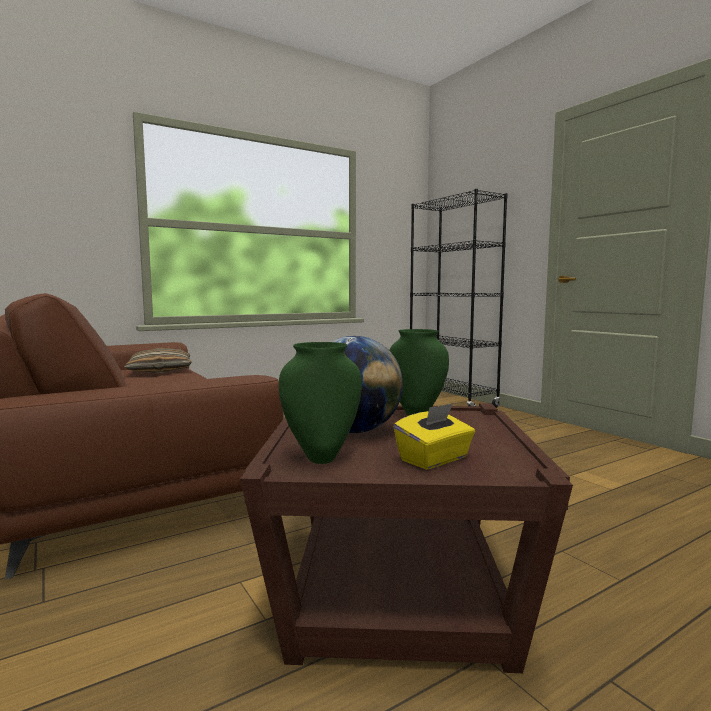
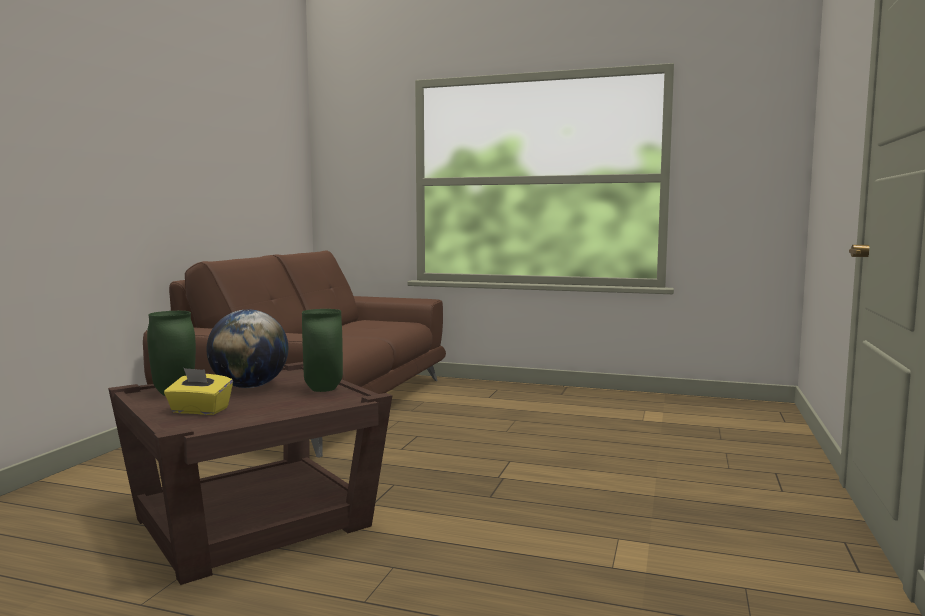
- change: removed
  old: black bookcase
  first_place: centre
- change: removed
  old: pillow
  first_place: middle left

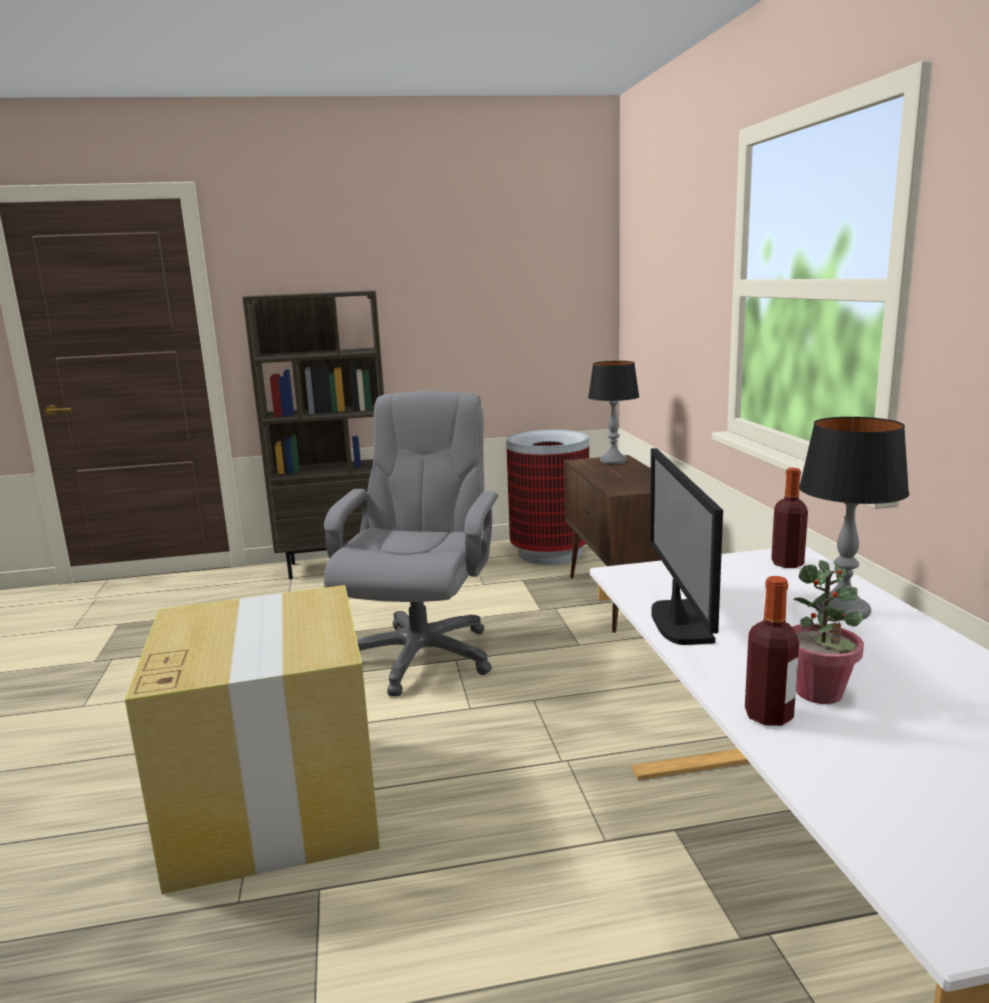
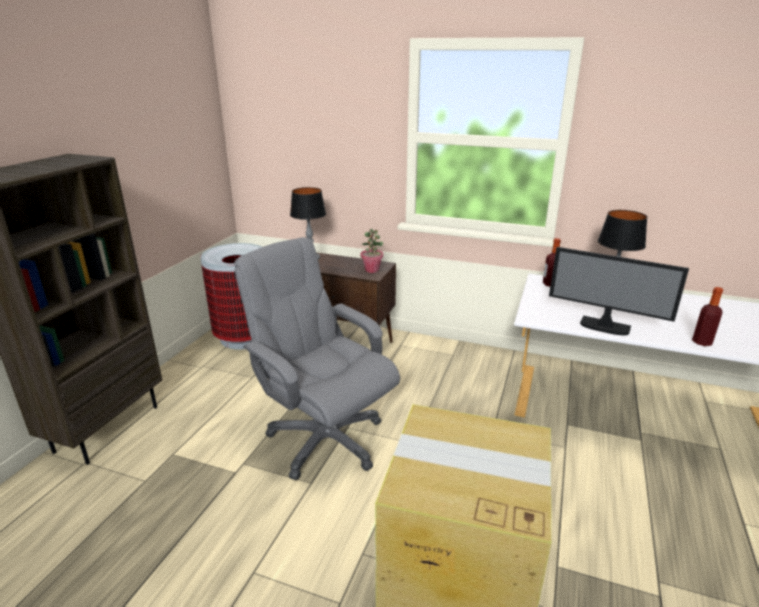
- change: moved
  old: potted plant
  first_place: middle right
  second_place: centre

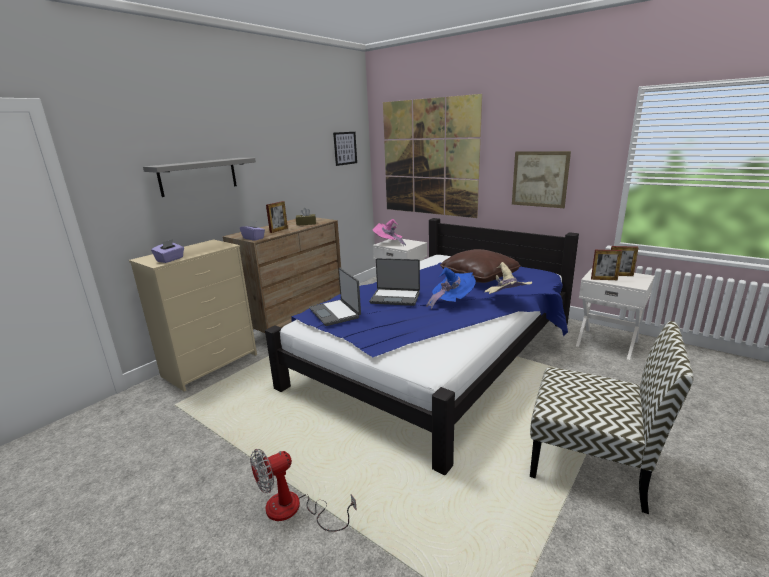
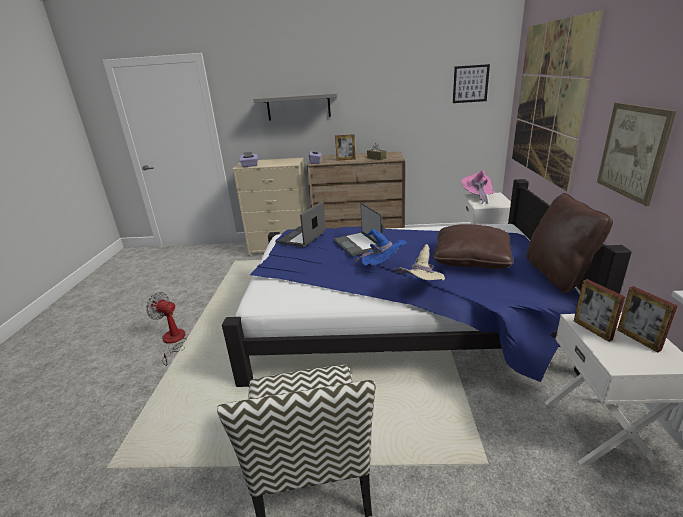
- change: added
  new: brown pillow (2nd from left)
  second_place: middle right

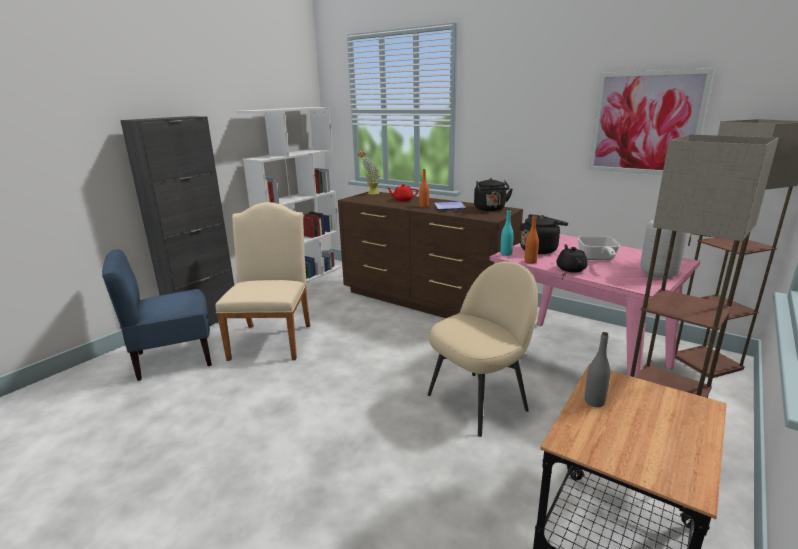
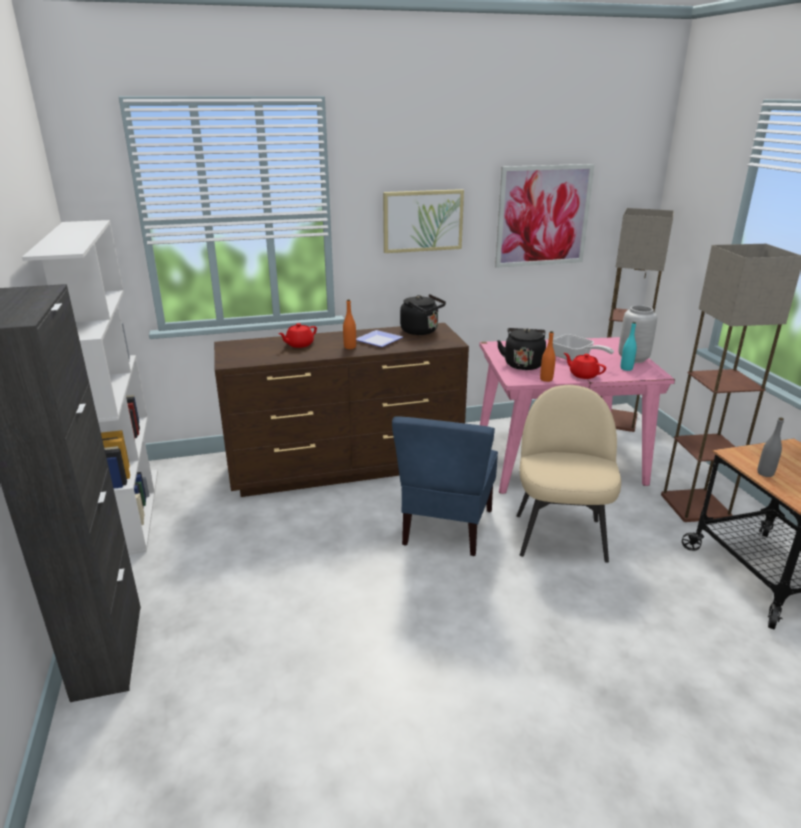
- change: removed
  old: potted plant
  first_place: top centre
- change: removed
  old: beige chair (1st from left)
  first_place: middle left
- change: moved
  old: turquoise bottle
  first_place: centre
  second_place: middle right
- change: recoloured
  old: black teapot
  new: red teapot (2nd from left)
  first_place: middle right
  second_place: middle right
- change: moved
  old: blue chair
  first_place: middle left
  second_place: centre
- change: added
  new: picture (1st from left)
  second_place: top centre

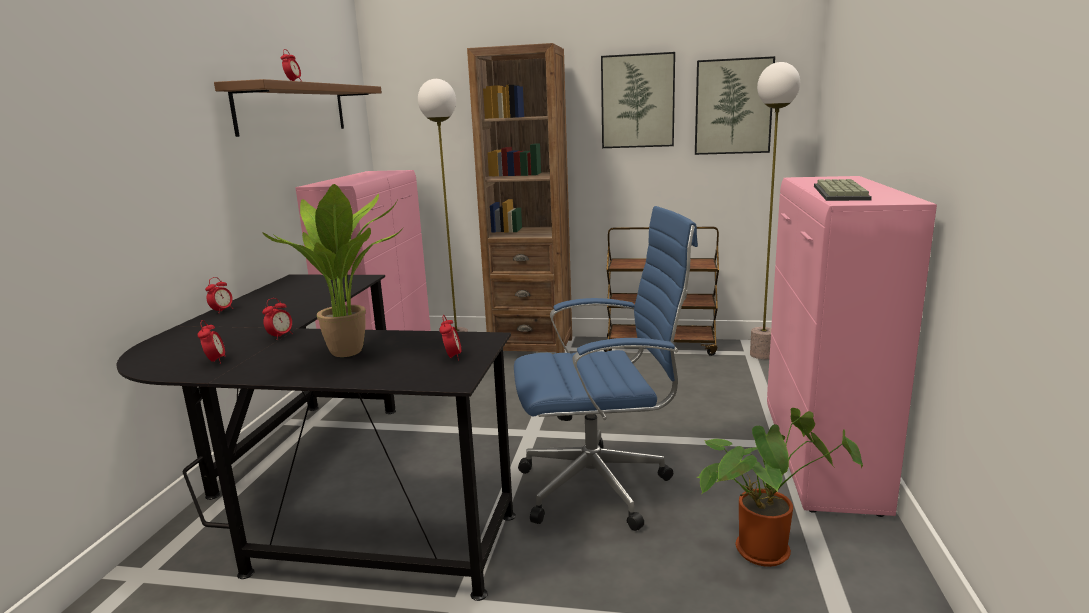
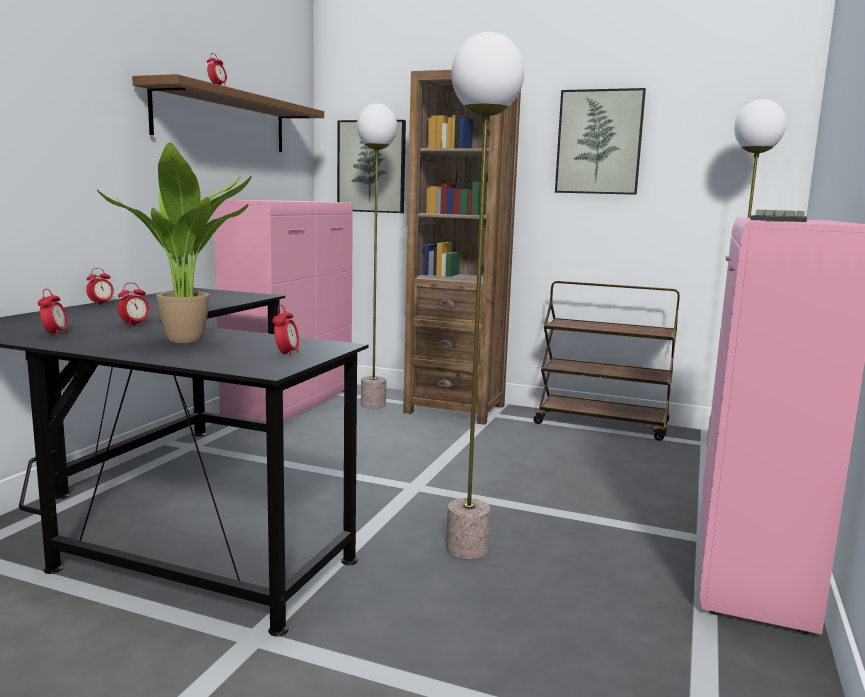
- change: moved
  old: picture (2nd from left in the first image)
  new: picture (1st from left)
  first_place: top right
  second_place: top centre
- change: replaced
  old: blue office chair
  new: floor lamp (2nd from left)
  first_place: centre
  second_place: centre
- change: removed
  old: potted plant (2nd from left)
  first_place: bottom right

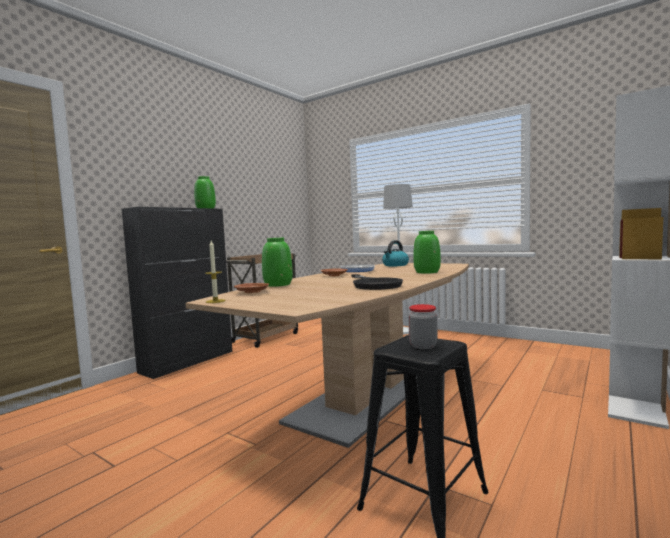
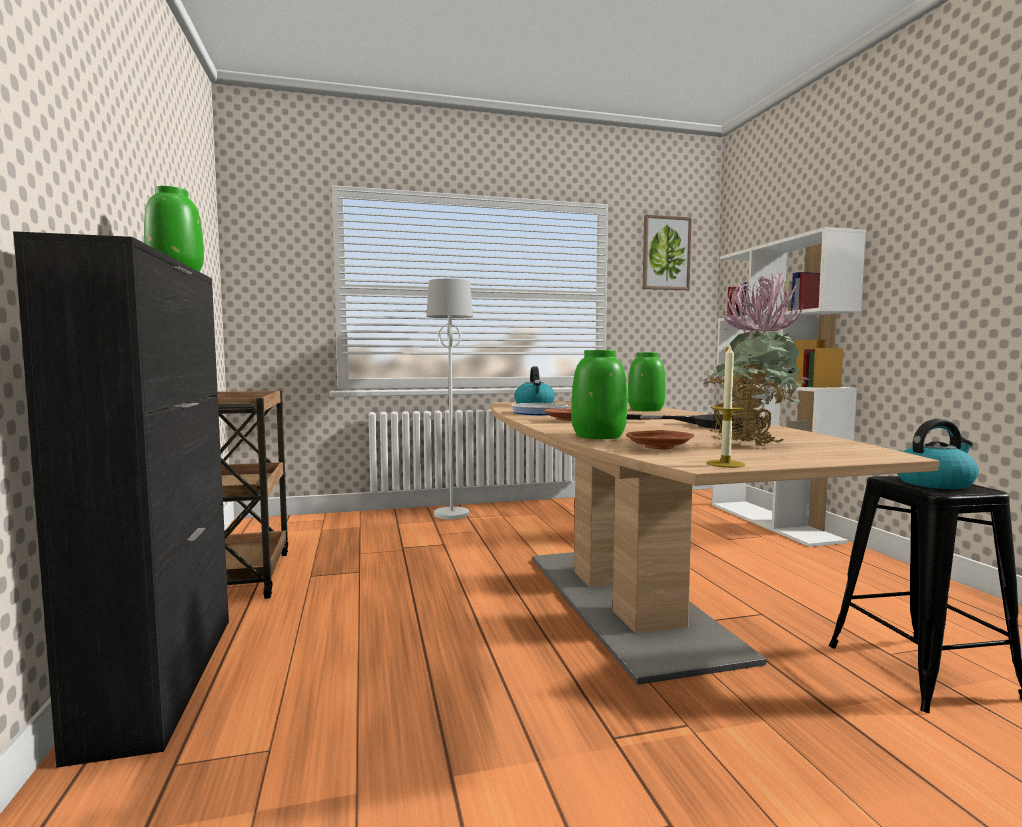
- change: replaced
  old: jar
  new: kettle (2nd from left)
  first_place: centre
  second_place: middle right
- change: added
  new: picture
  second_place: top centre
- change: added
  new: potted plant
  second_place: middle right

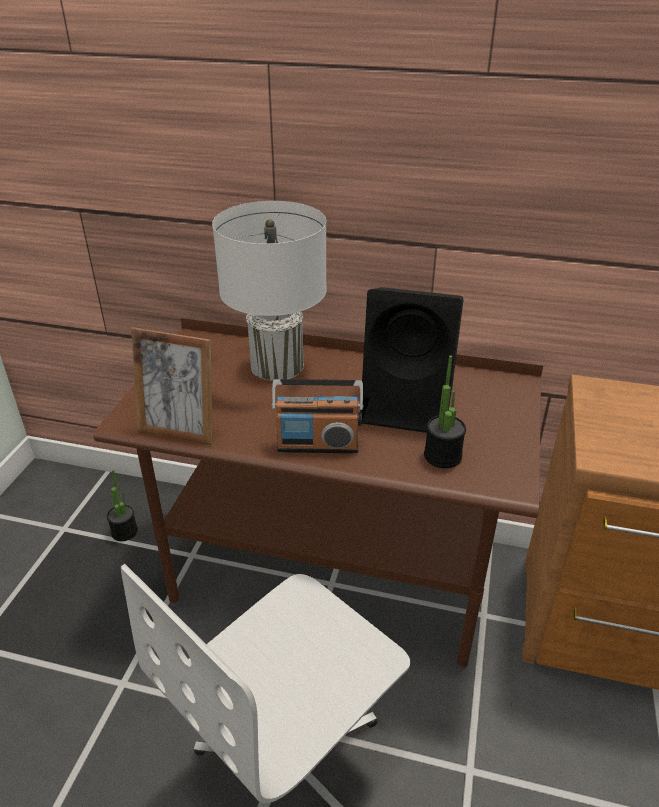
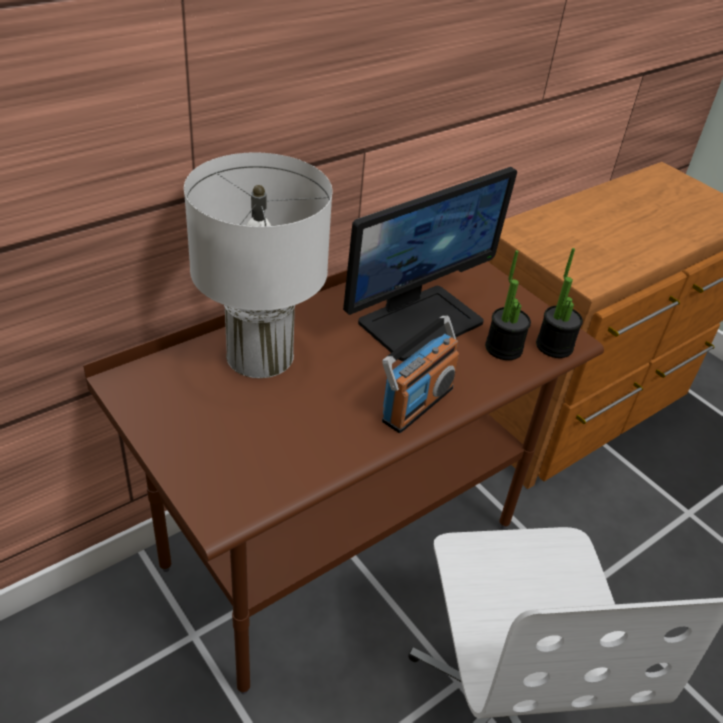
- change: replaced
  old: black speaker
  new: monitor
  first_place: centre
  second_place: centre
- change: removed
  old: picture frame
  first_place: middle left
- change: moved
  old: potted plant (1st from left in the first image)
  new: potted plant (2nd from left)
  first_place: middle left
  second_place: middle right

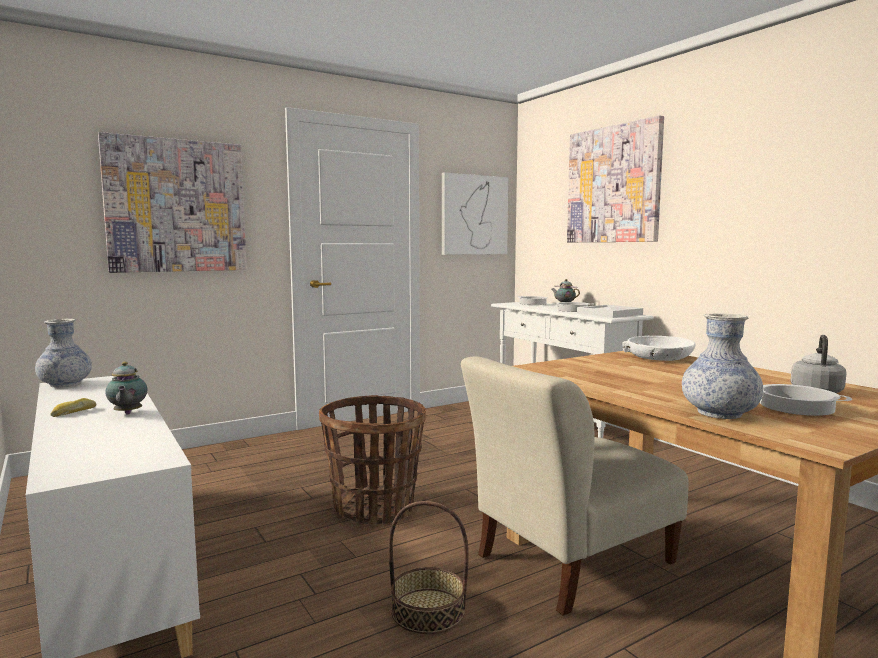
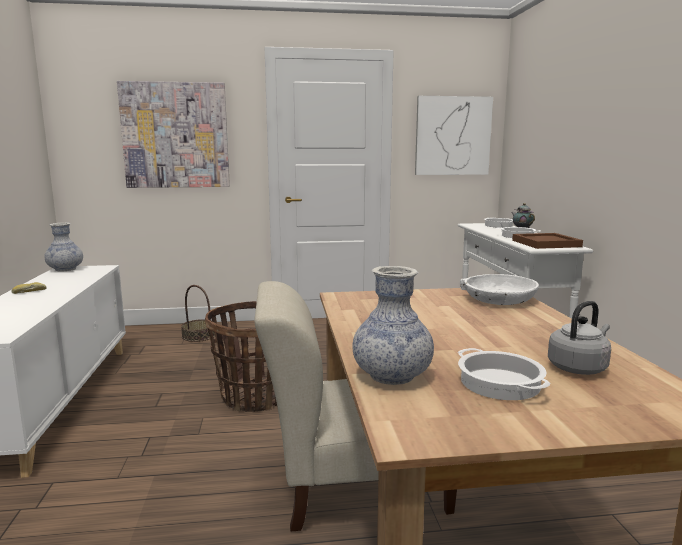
- change: removed
  old: picture (3rd from left)
  first_place: top right
- change: recoloured
  old: white tray
  new: brown tray
  first_place: middle right
  second_place: middle right
- change: removed
  old: teapot (1st from left)
  first_place: middle left
- change: moved
  old: basket (2nd from left in the first image)
  new: basket (1st from left)
  first_place: bottom centre
  second_place: middle left

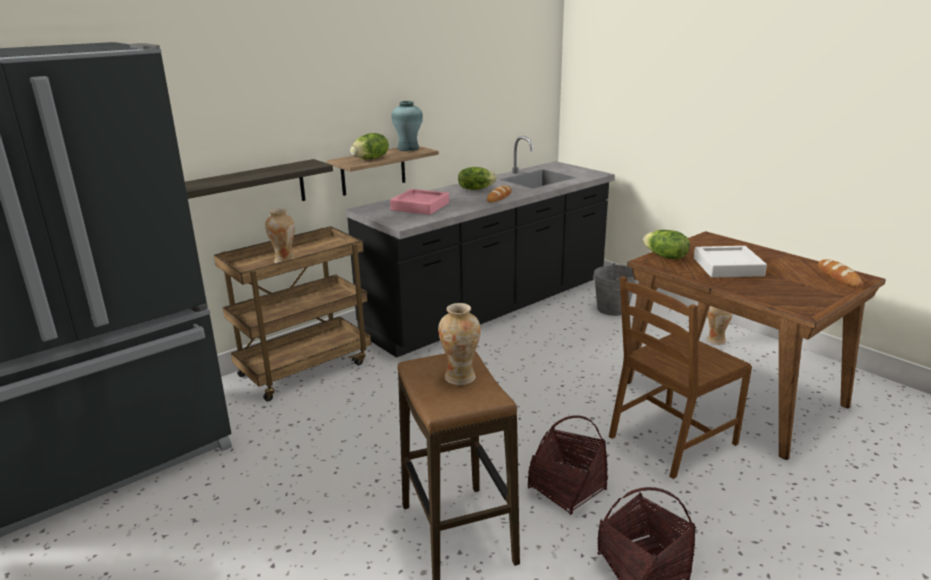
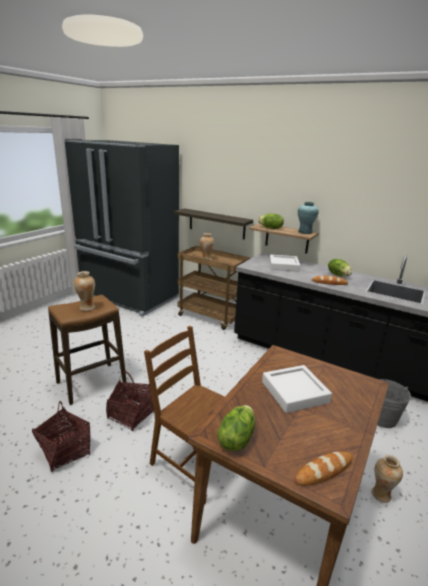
- change: recoloured
  old: pink tray
  new: white tray (1st from left)
  first_place: centre
  second_place: centre
- change: moved
  old: lettuce (3rd from left in the first image)
  new: lettuce (1st from left)
  first_place: middle right
  second_place: bottom centre

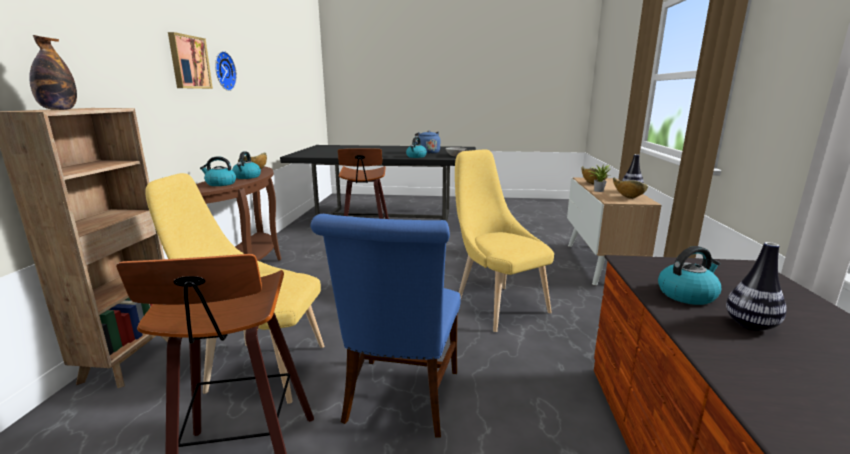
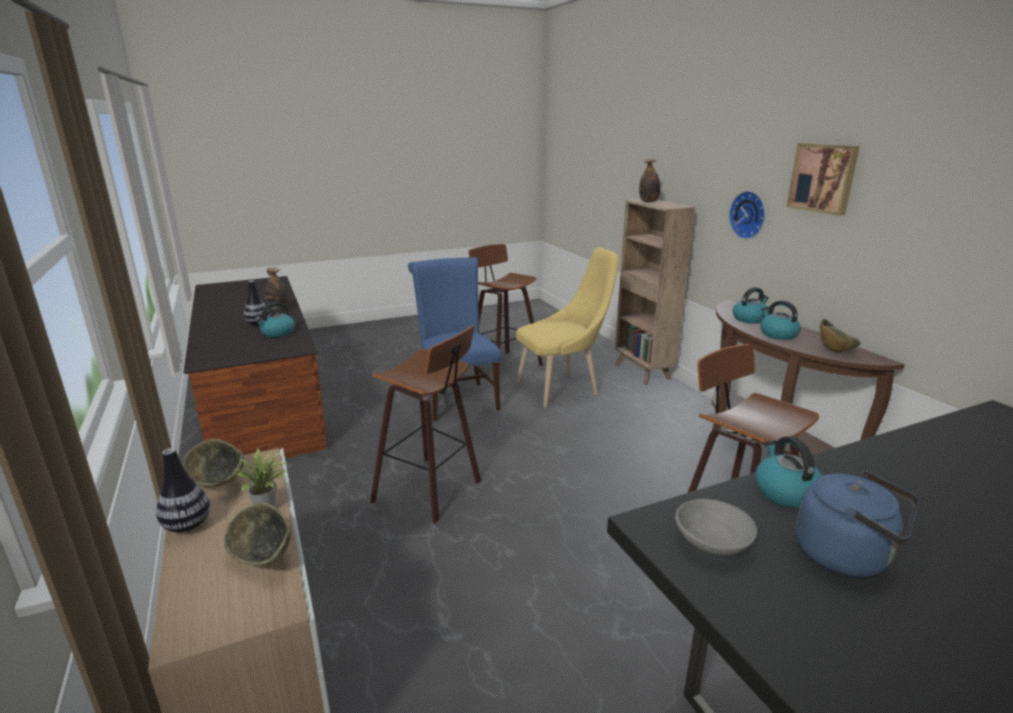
- change: moved
  old: wall clock
  first_place: top left
  second_place: top right
- change: replaced
  old: yellow chair (2nd from left)
  new: stool (1st from left)
  first_place: centre
  second_place: centre
- change: added
  new: bottle (1st from left)
  second_place: middle left

